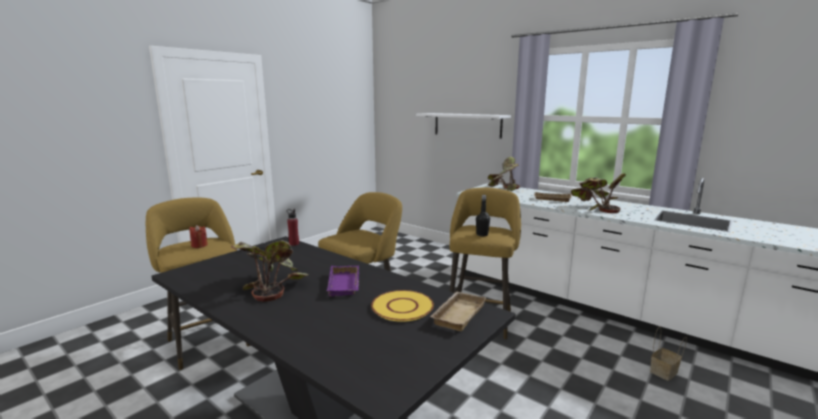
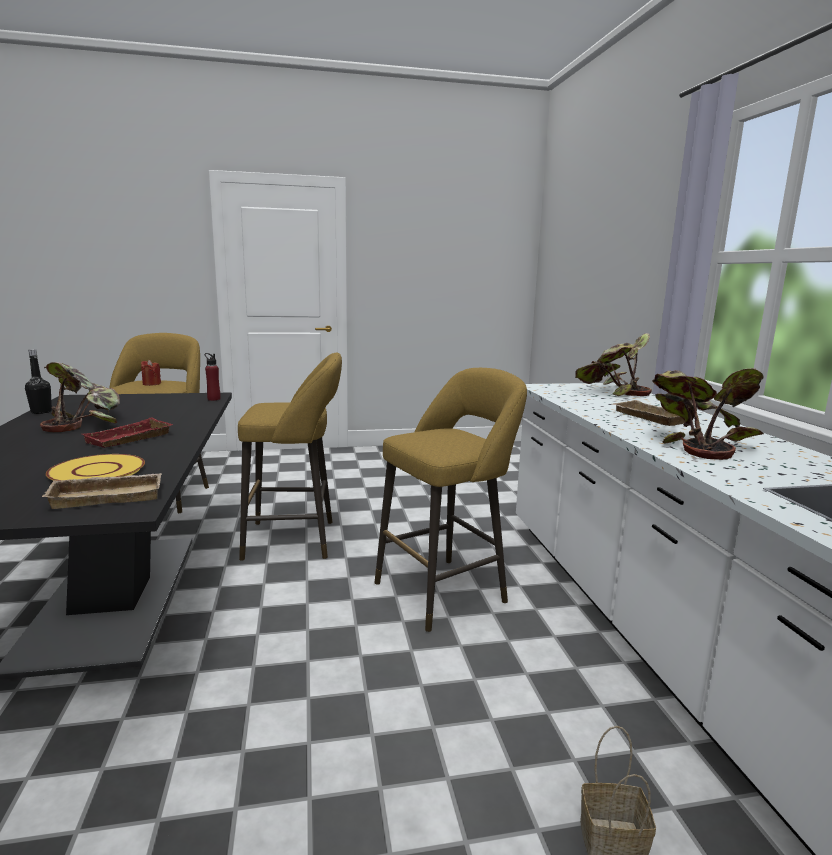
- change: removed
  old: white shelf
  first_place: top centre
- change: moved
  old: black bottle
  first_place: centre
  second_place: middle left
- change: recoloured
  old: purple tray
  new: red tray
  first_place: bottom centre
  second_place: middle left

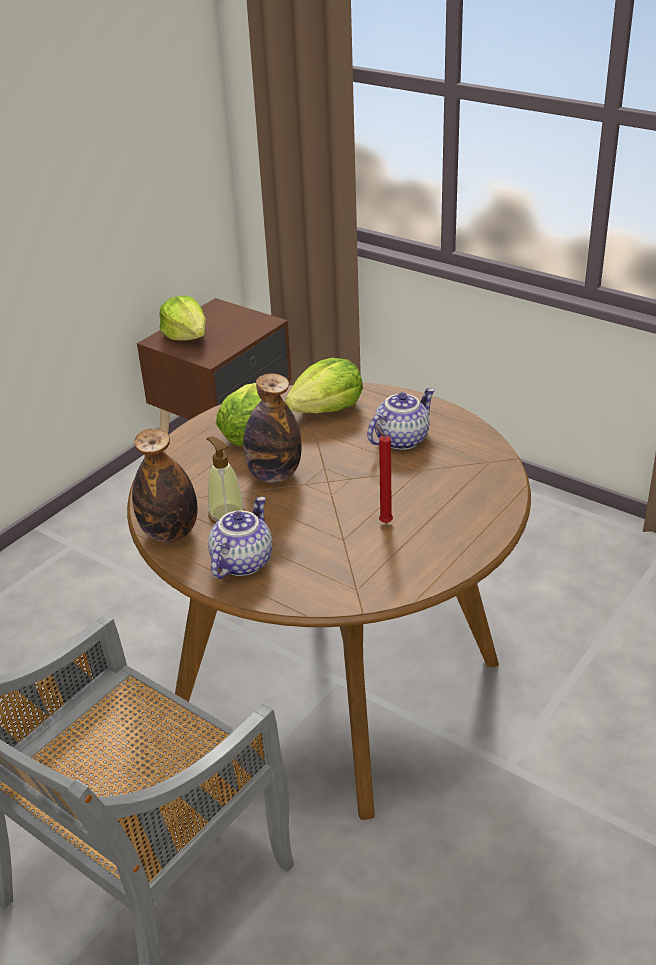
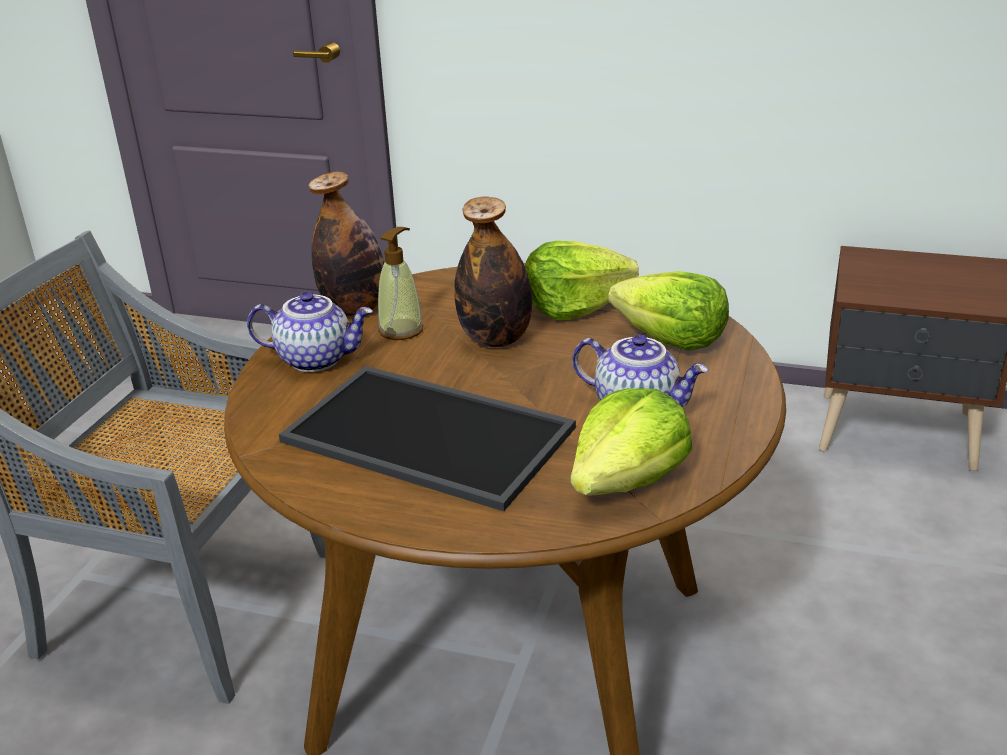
- change: moved
  old: lettuce (1st from left in the first image)
  new: lettuce (2nd from left)
  first_place: top left
  second_place: centre
- change: replaced
  old: red candle
  new: tray
  first_place: centre
  second_place: centre

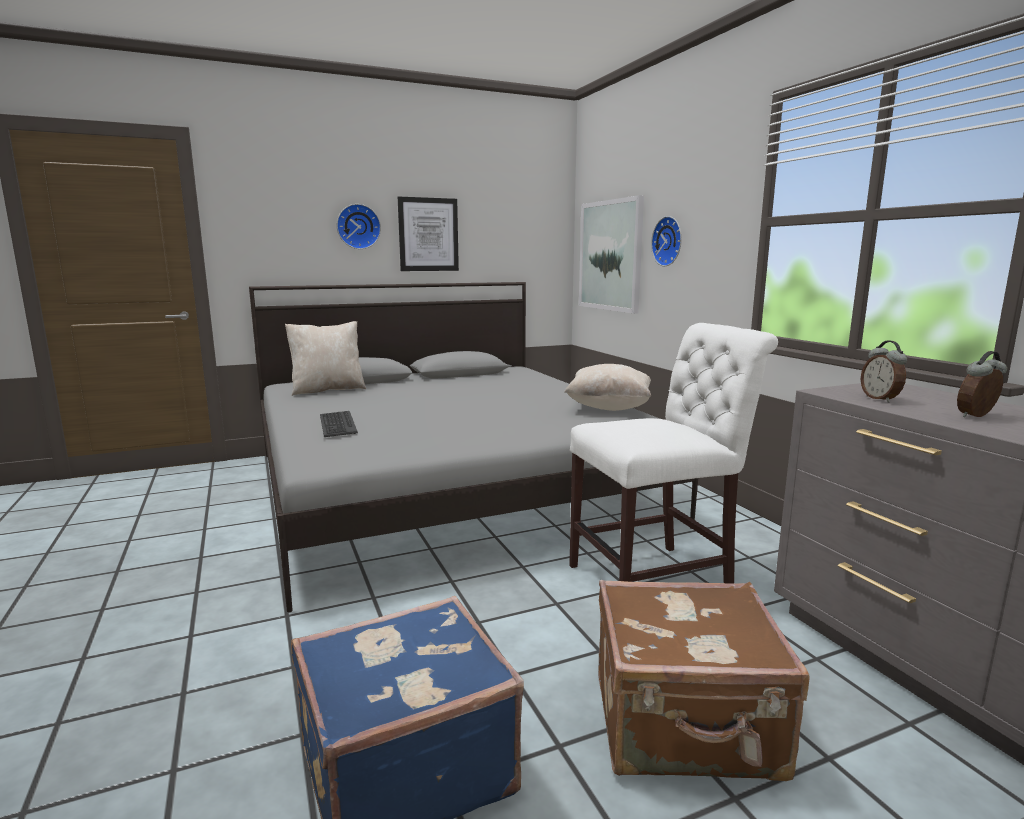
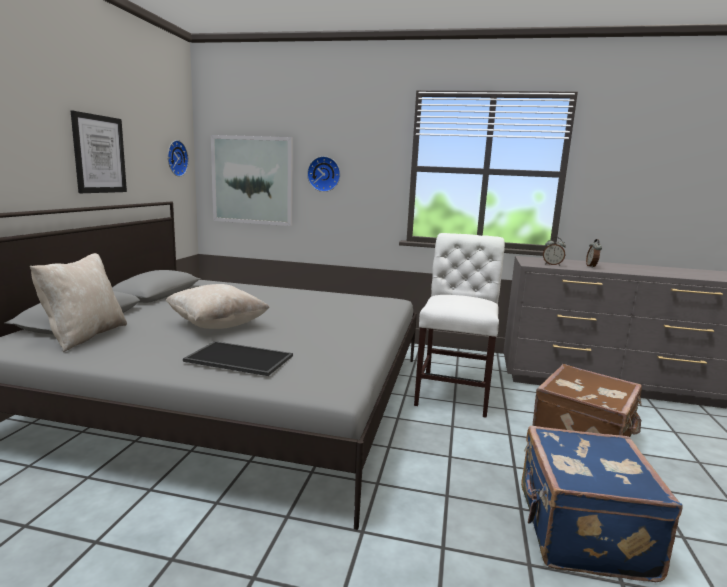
- change: moved
  old: wall clock (1st from left)
  first_place: top centre
  second_place: top left
- change: moved
  old: beige pillow (2nd from left)
  first_place: centre
  second_place: middle left
- change: replaced
  old: keyboard
  new: tray
  first_place: middle left
  second_place: middle left

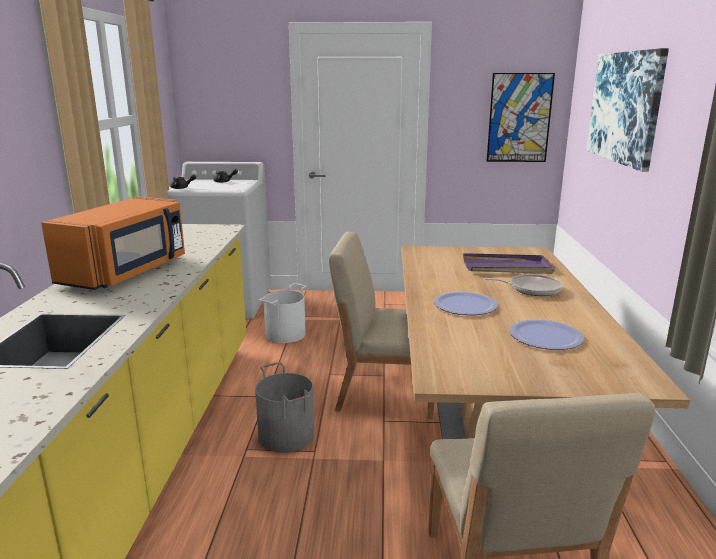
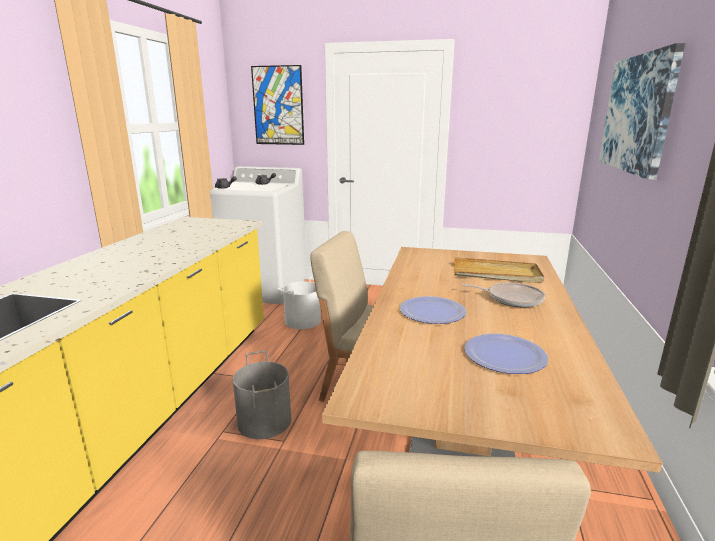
- change: moved
  old: picture (1st from left)
  first_place: top right
  second_place: top centre
- change: removed
  old: orange microwave
  first_place: middle left
- change: recoloured
  old: purple tray
  new: beige tray
  first_place: middle right
  second_place: middle right

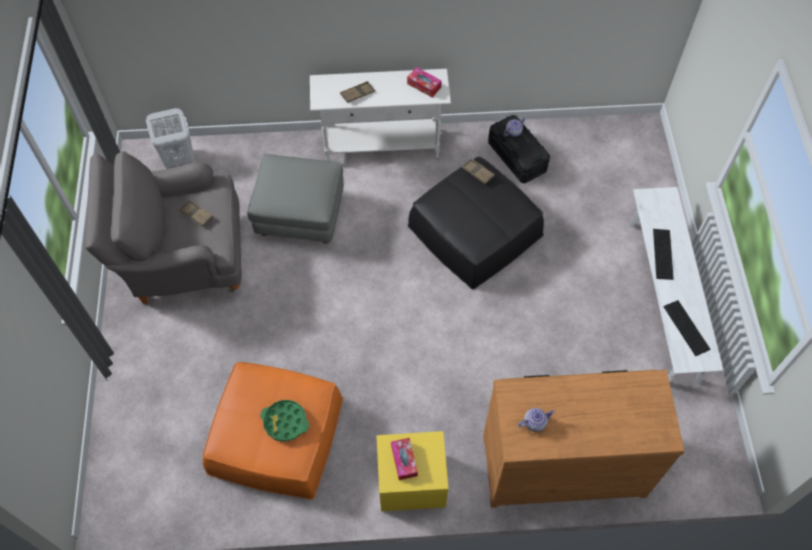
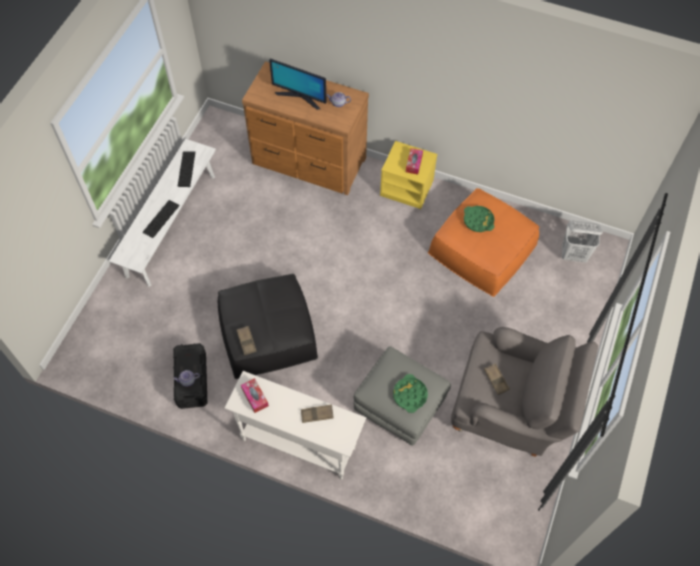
- change: moved
  old: white laundry basket
  first_place: top left
  second_place: middle right
- change: added
  new: monitor
  second_place: top centre
- change: added
  new: green tray (1st from left)
  second_place: bottom centre

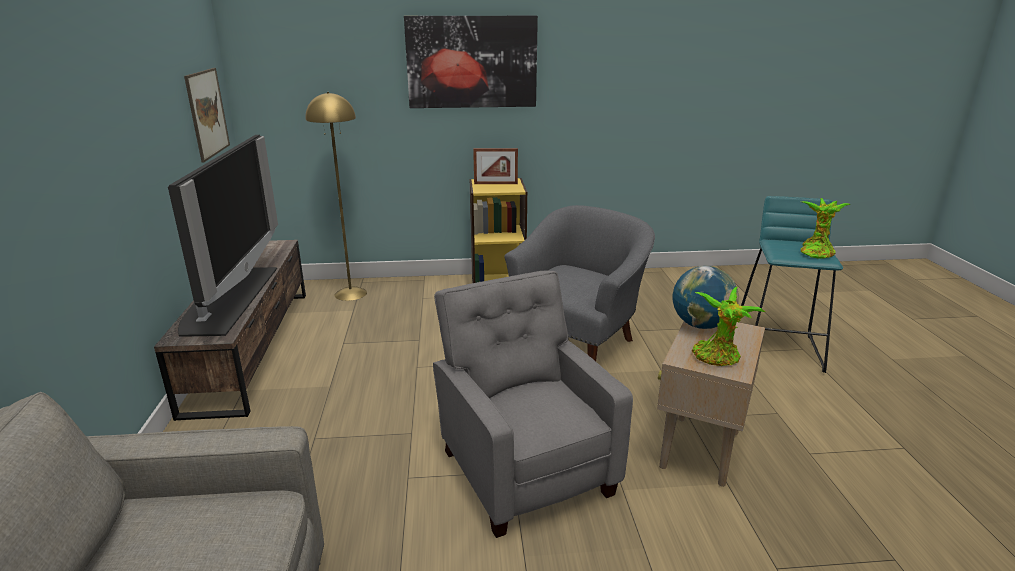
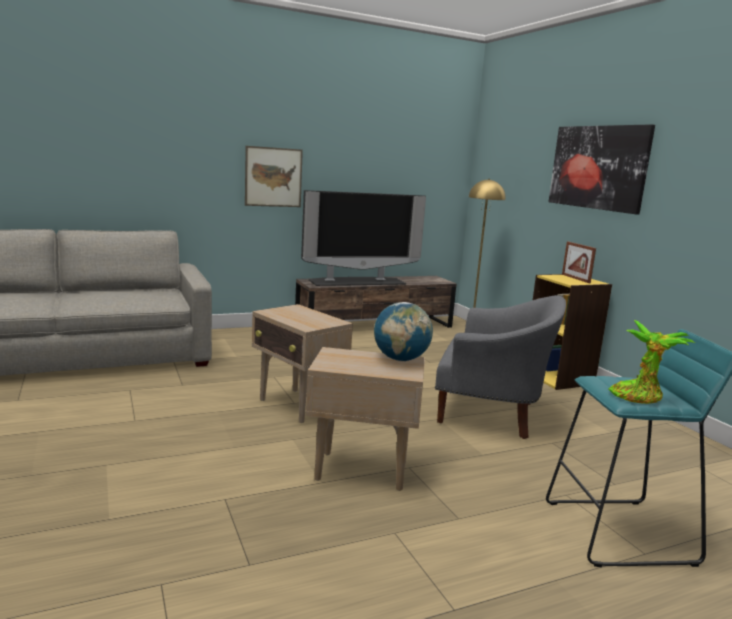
- change: moved
  old: picture (1st from left)
  first_place: top left
  second_place: top centre
- change: replaced
  old: grey armchair (1st from left)
  new: beige side table (1st from left)
  first_place: bottom centre
  second_place: centre
- change: removed
  old: potted plant (1st from left)
  first_place: middle right

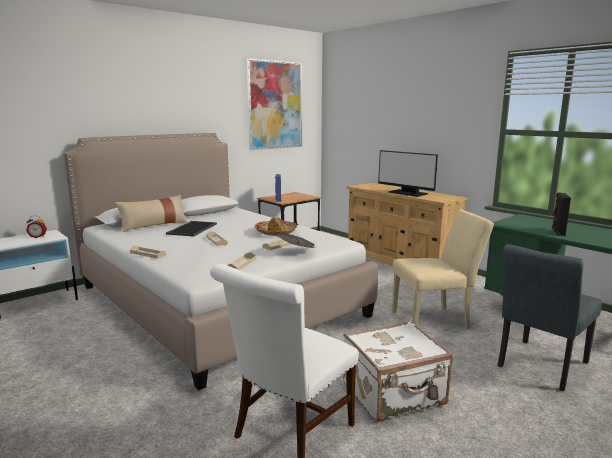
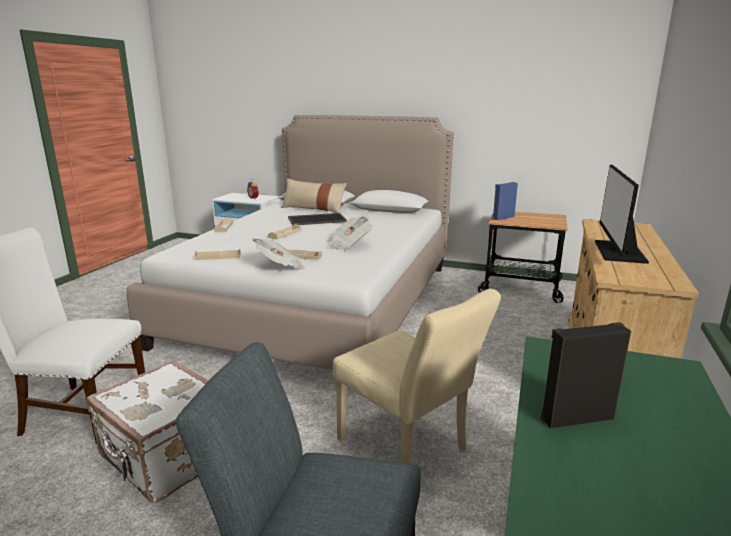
- change: removed
  old: picture
  first_place: top centre
- change: replaced
  old: hat
  new: newspaper (2nd from left)
  first_place: centre
  second_place: centre

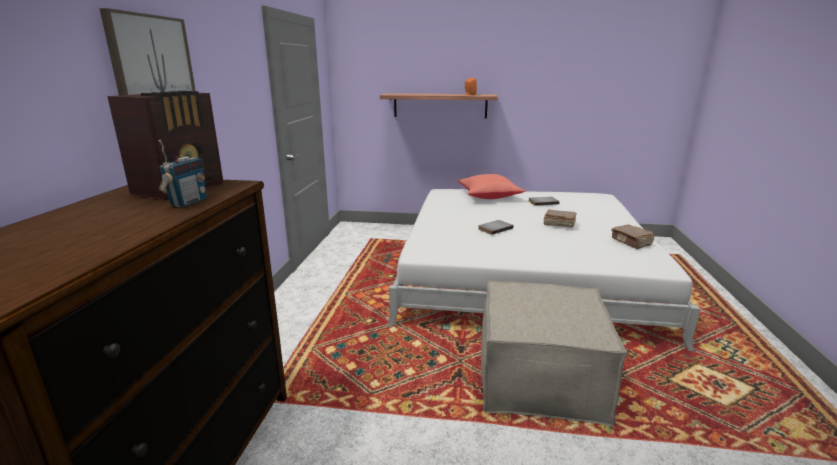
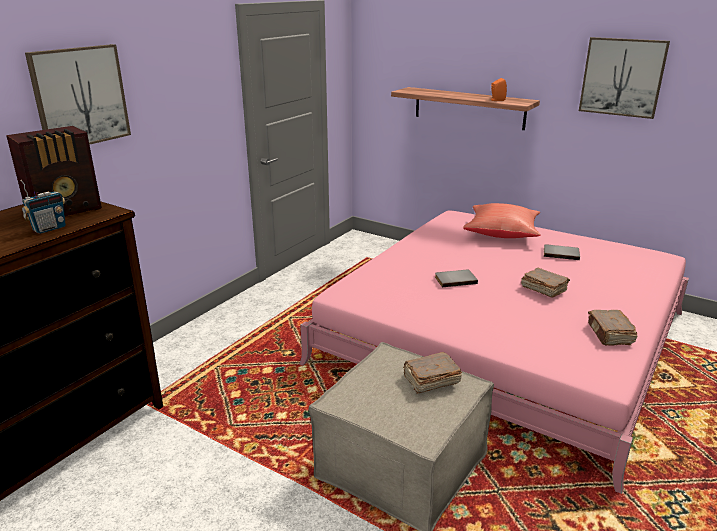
- change: recoloured
  old: white bed
  new: pink bed
  first_place: centre
  second_place: middle right
- change: added
  new: picture (2nd from left)
  second_place: top right
- change: added
  new: brown book (1st from left)
  second_place: bottom centre

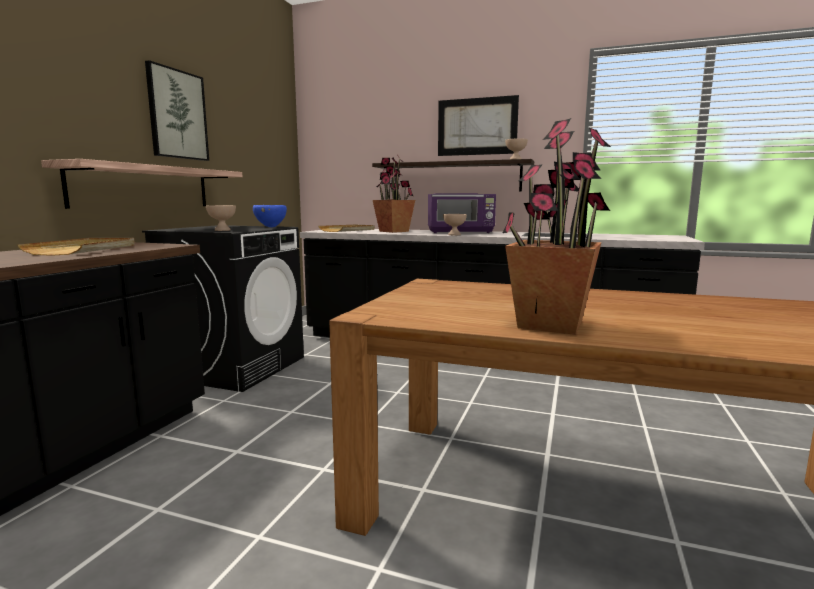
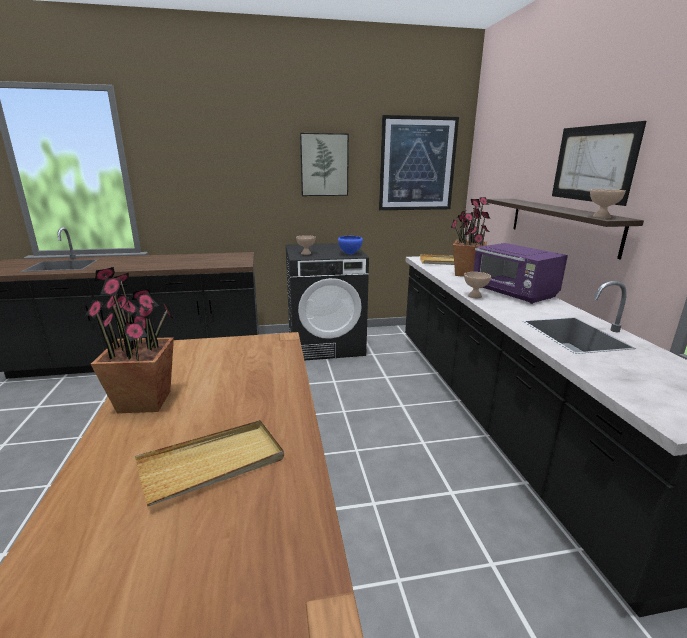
- change: removed
  old: shelf (1st from left)
  first_place: top left
- change: moved
  old: beige tray (1st from left)
  first_place: middle left
  second_place: bottom left
- change: added
  new: picture (2nd from left)
  second_place: top centre

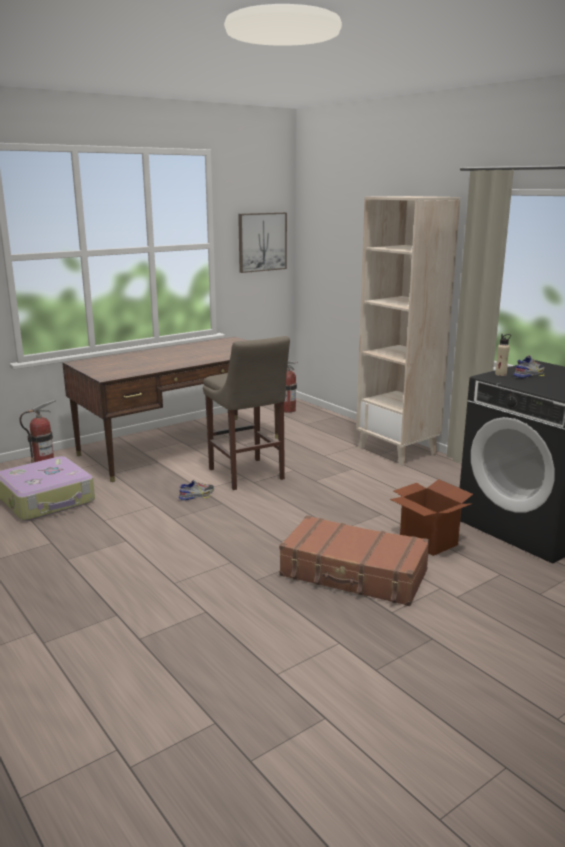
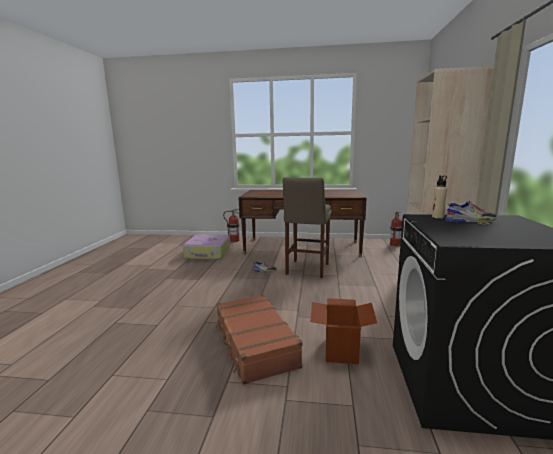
- change: removed
  old: picture
  first_place: top centre

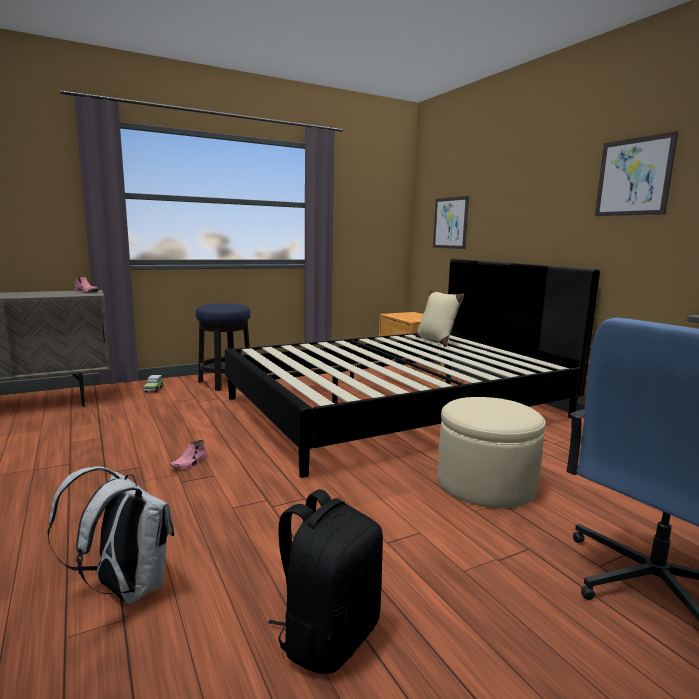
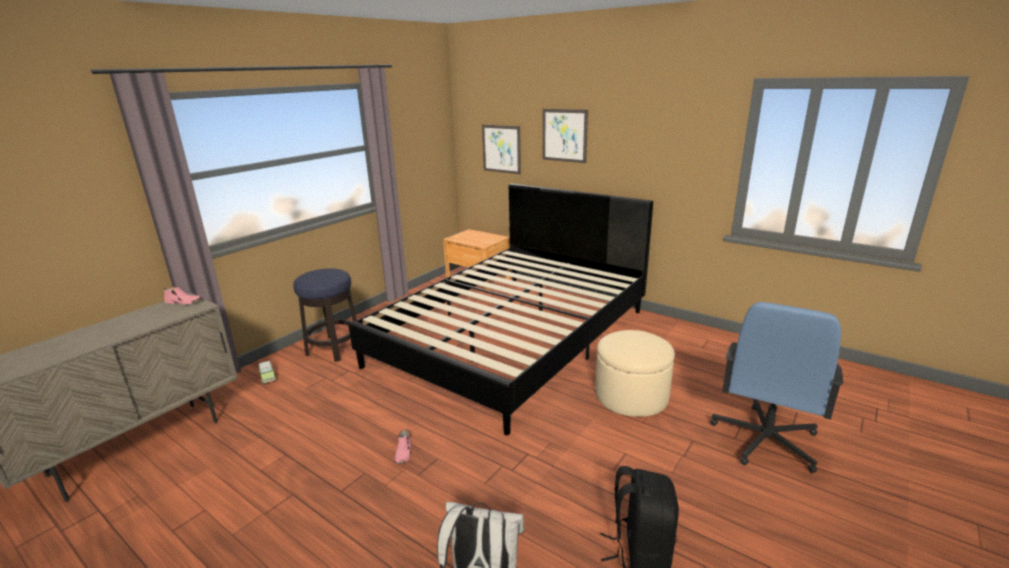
- change: moved
  old: picture (2nd from left)
  first_place: top right
  second_place: top centre
- change: removed
  old: beige pillow
  first_place: centre

